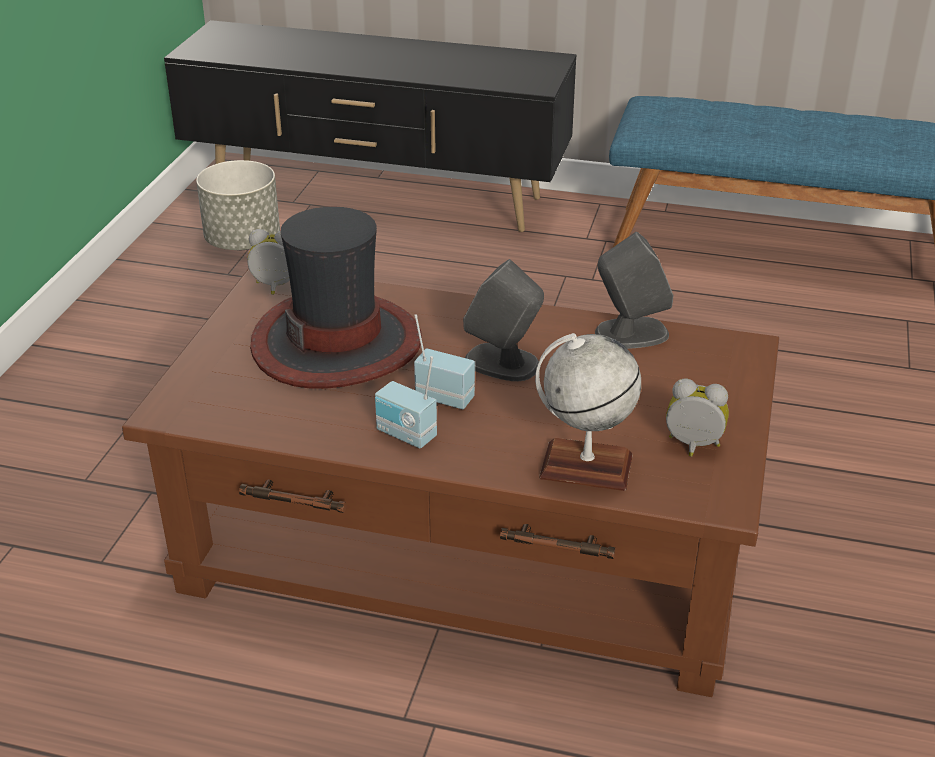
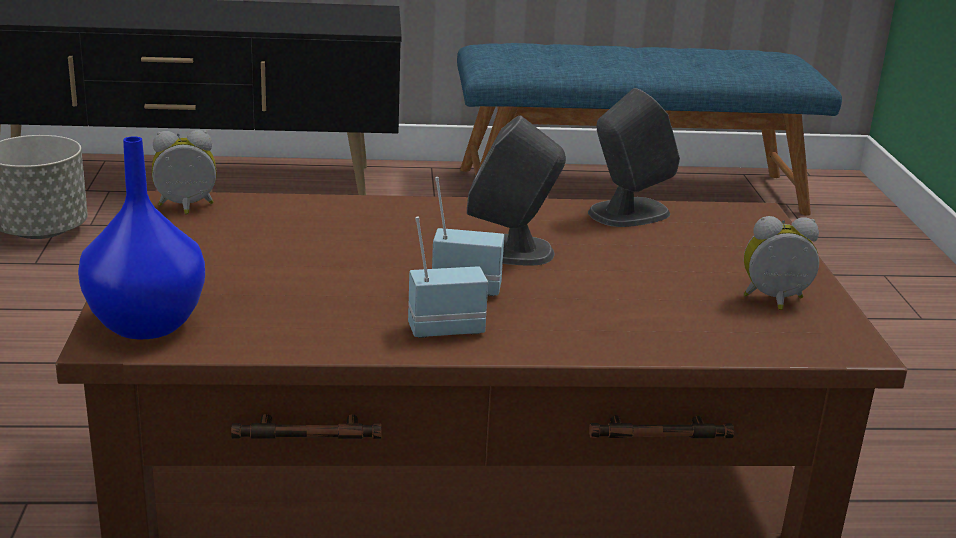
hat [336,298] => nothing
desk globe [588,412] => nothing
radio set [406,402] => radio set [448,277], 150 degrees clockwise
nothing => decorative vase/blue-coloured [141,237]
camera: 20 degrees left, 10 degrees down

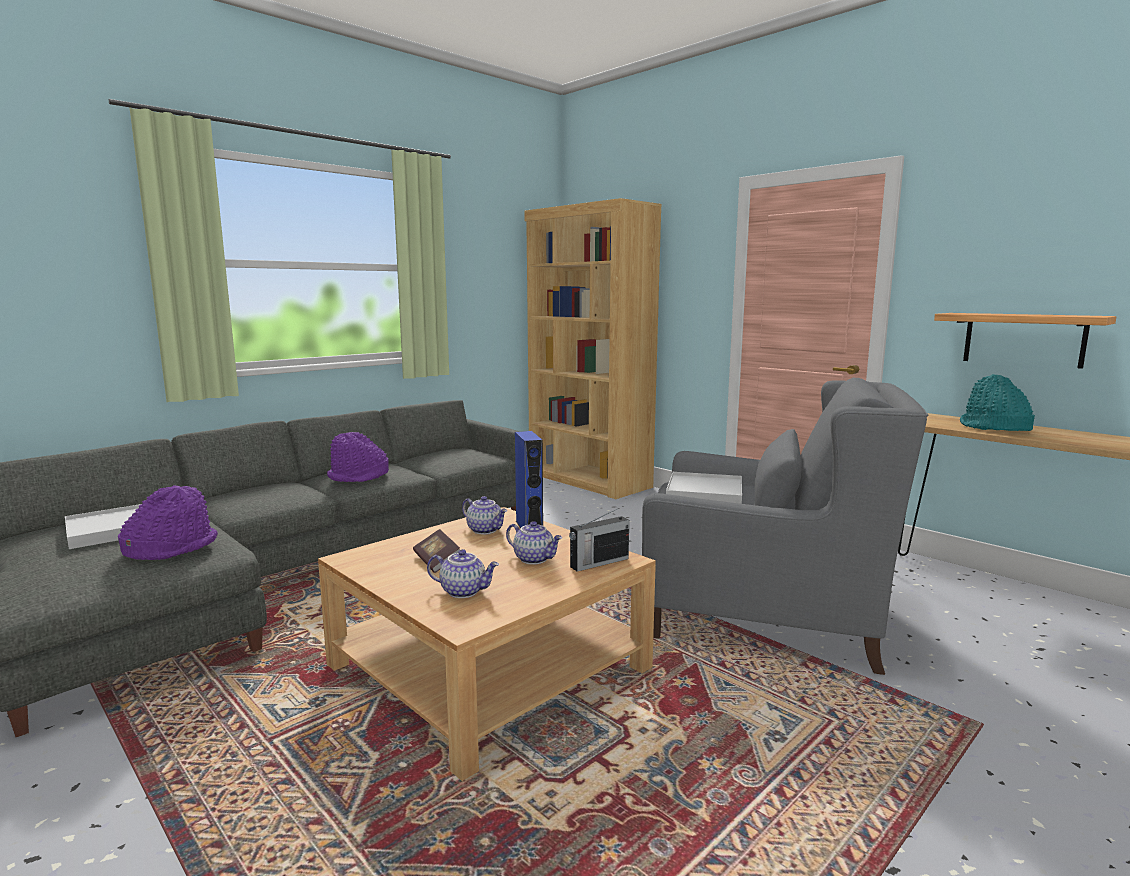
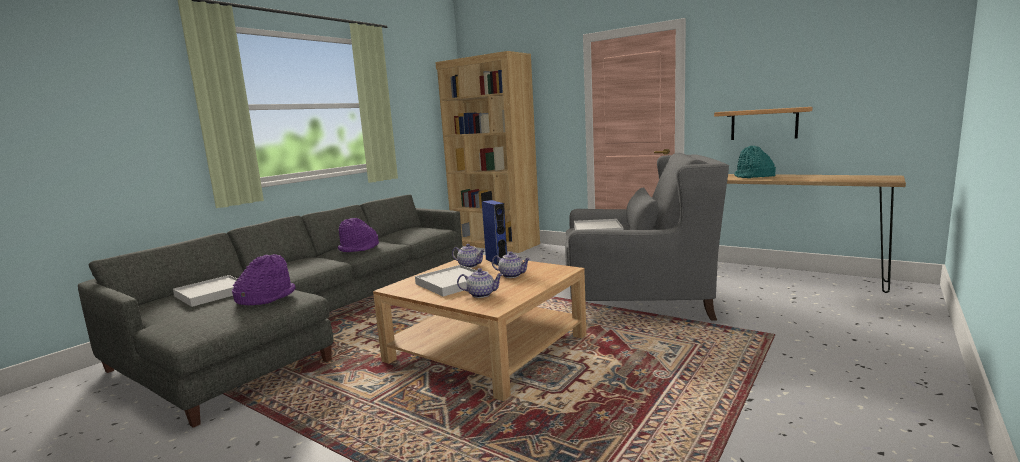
radio set [599,540] => nothing
book [436,551] => carrying tray/whitish [446,281]
camera: 10 degrees left, 0 degrees up

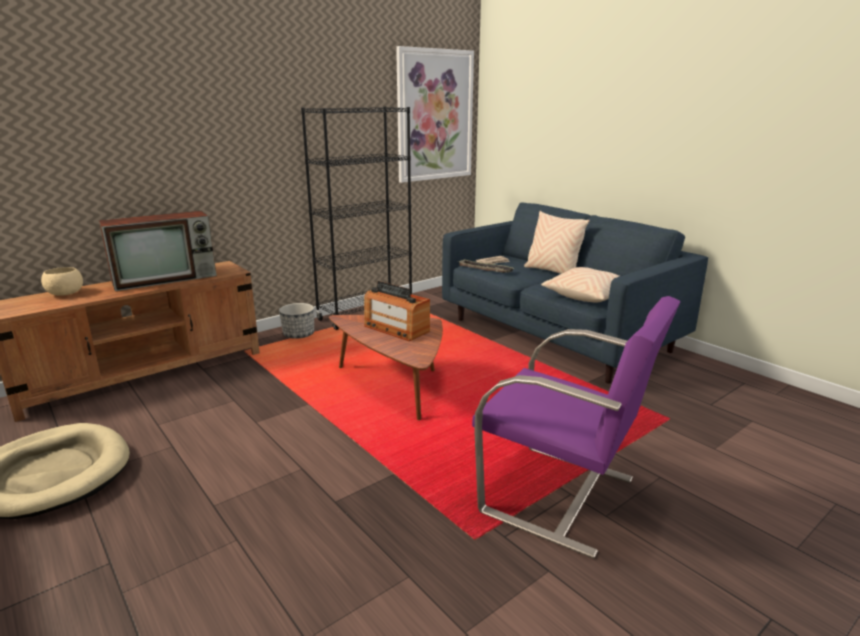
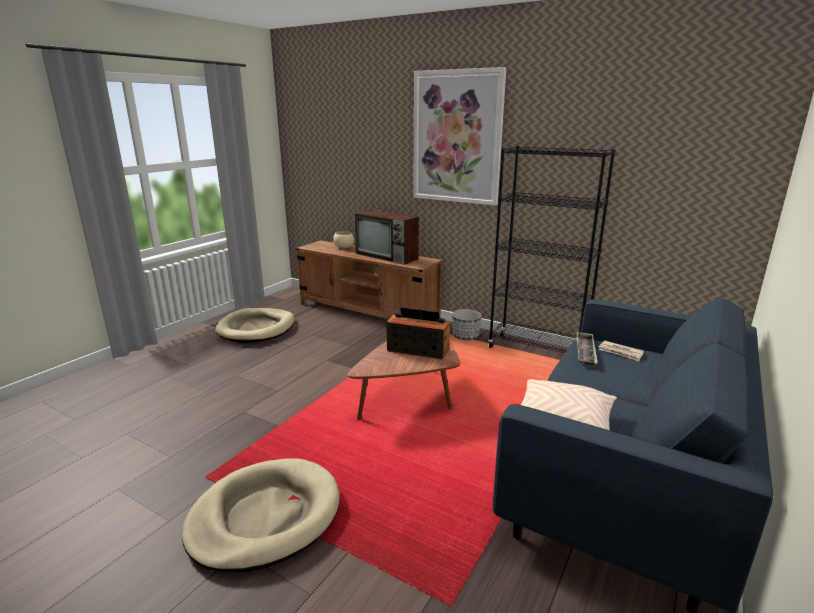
wall picture [435,114] => wall picture [459,136], moved
pillow/beige-coloured [557,242] => nothing
radio set [397,311] => radio set [418,334], 90 degrees clockwise
lounge chair/purple-coloured [576,427] => pet bed/beige-coloured [261,515]
camera: 70 degrees right, 0 degrees up

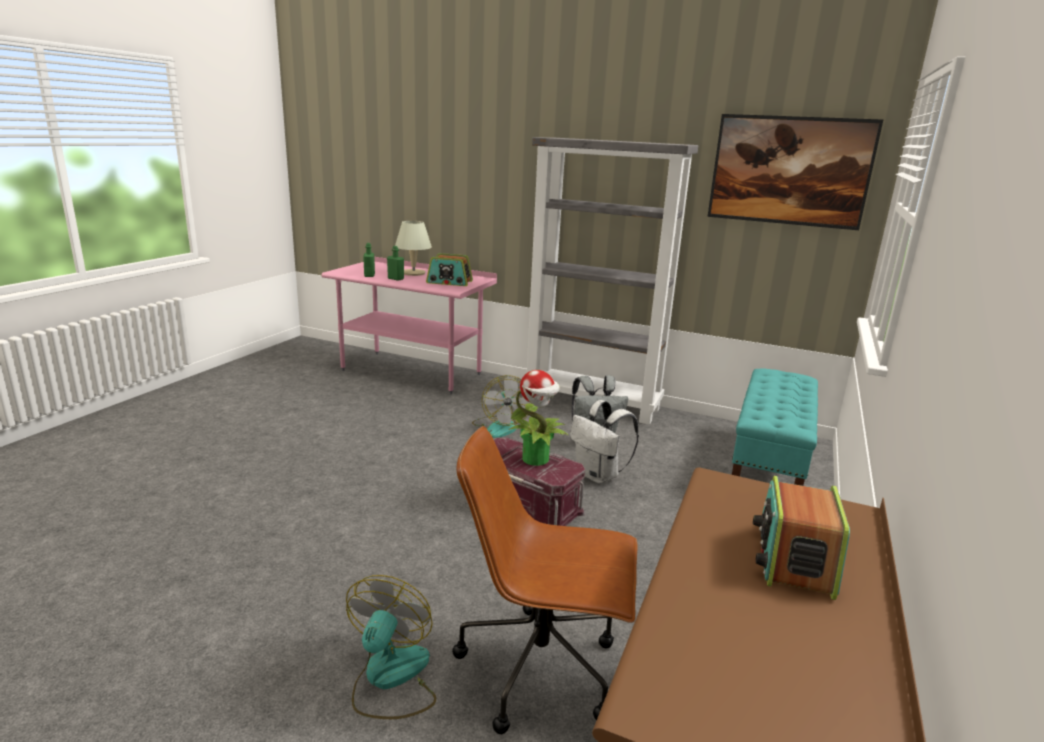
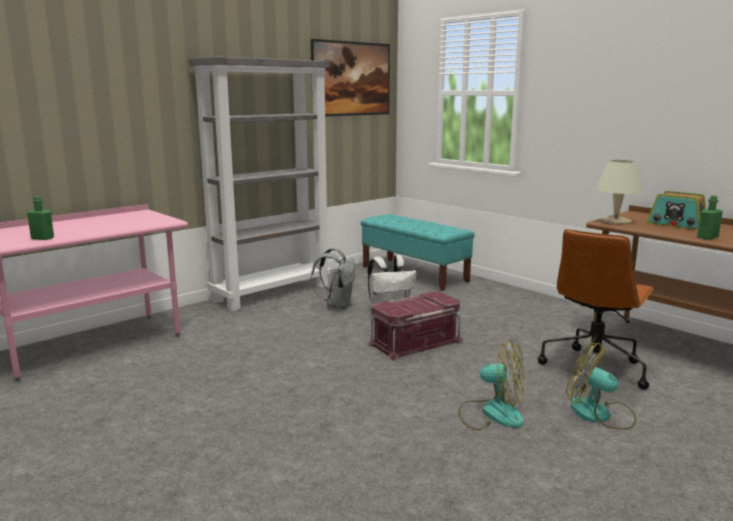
lamp for a table/beige-coloured [413,248] => lamp for a table/beige-coloured [619,192], moved
beverage bottle/greenish [395,263] => beverage bottle/greenish [710,218], moved
radio set [449,269] => nothing
plant in a pot [538,418] => nothing
cooling fan [501,406] => cooling fan [491,385], moved
camera: 65 degrees left, 5 degrees down

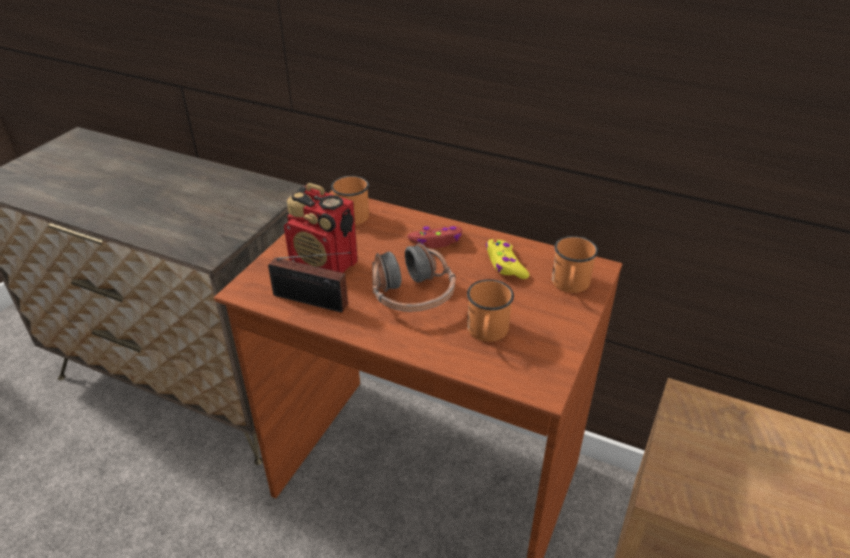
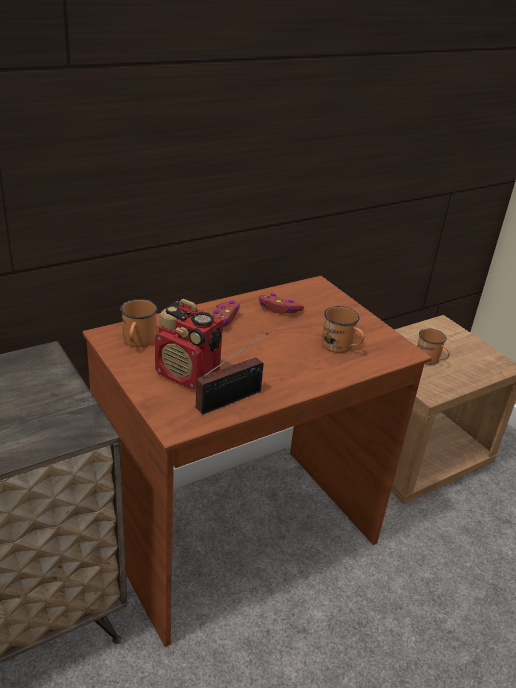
radio set [321,228] => radio set [189,344], 60 degrees clockwise
coffee mug/orange [575,264] => coffee mug/orange [433,346], moved
gamepad/yellow [507,259] => gamepad/red-coloured [281,303]
headset [414,277] => nothing
camera: 60 degrees left, 5 degrees down

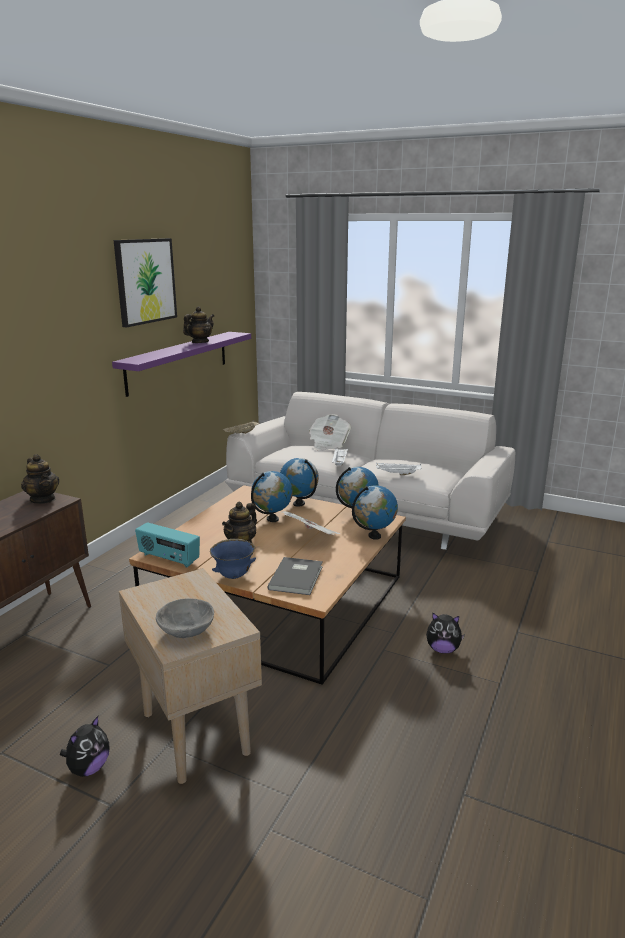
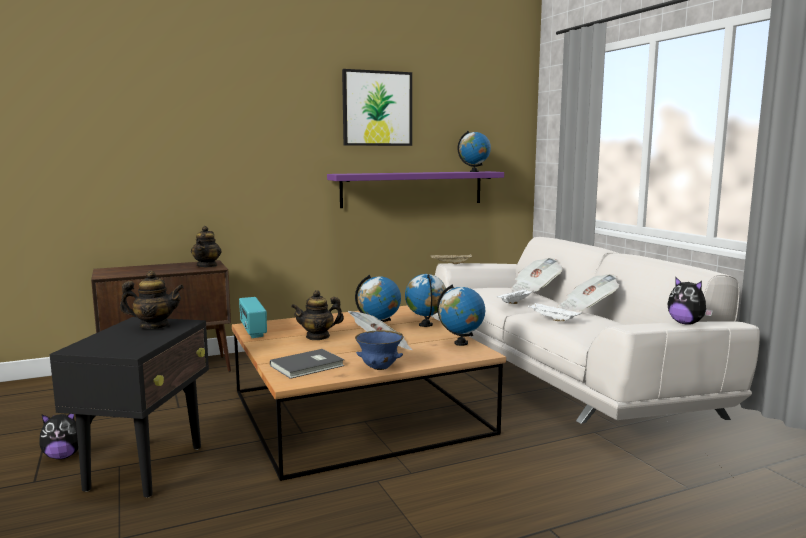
tea pot [198,324] => tea pot [152,300], moved
desk globe [375,512] => desk globe [474,151], moved
serving bowl/blue-coloured [233,559] => serving bowl/blue-coloured [379,350], moved
end table/beige-coloured [190,676] => end table/black-coloured [129,407]
serving bowl/grey [185,618] => nothing
plush toy [445,633] => plush toy [690,300], moved
nothing => newspaper [588,292]
camera: 40 degrees right, 10 degrees down

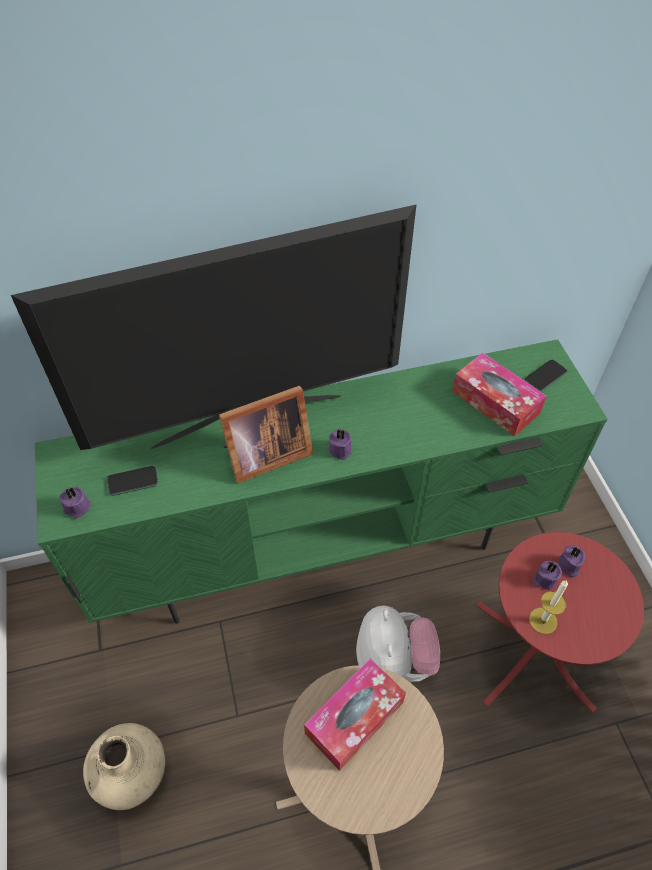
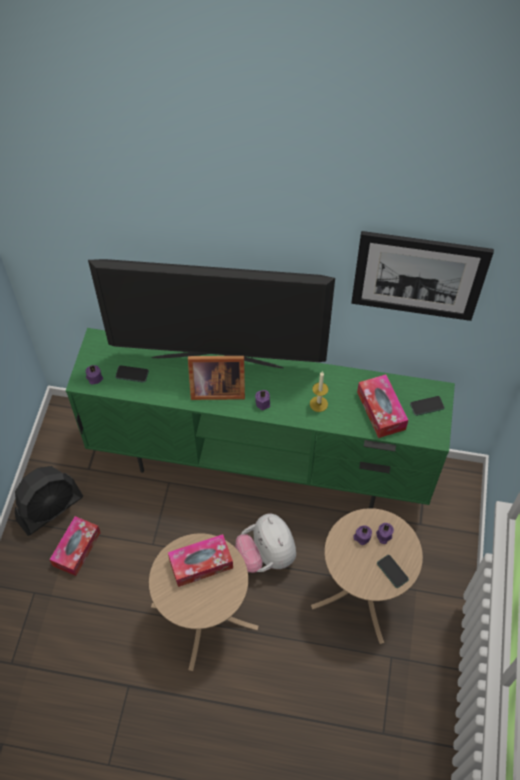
end table/red-coloured [560,622] => end table/beige-coloured [367,576]
wax candle [548,607] => wax candle [319,392], moved
plush toy [398,644] => plush toy [265,543], 135 degrees clockwise
decorative vase/beige-coloured [124,766] => tissue box [75,546]
nothing => wall picture [422,276]
nothing => cooling fan/black-coloured [49,501]
nothing => phone [393,571]
camera: 25 degrees right, 5 degrees up

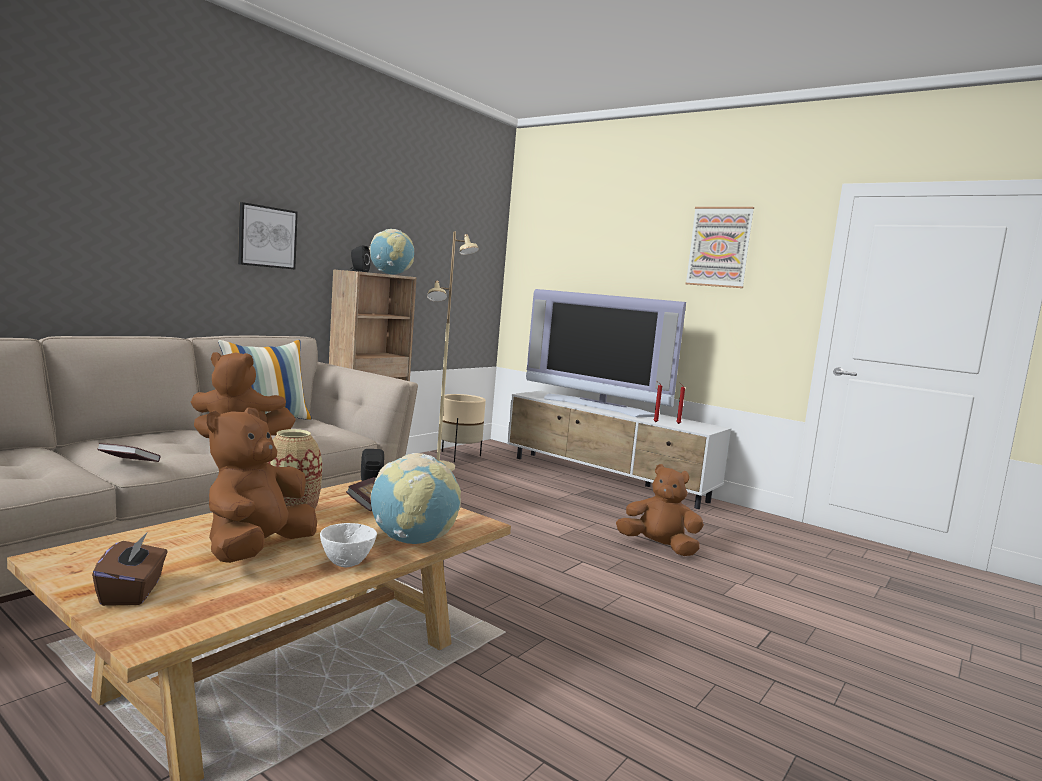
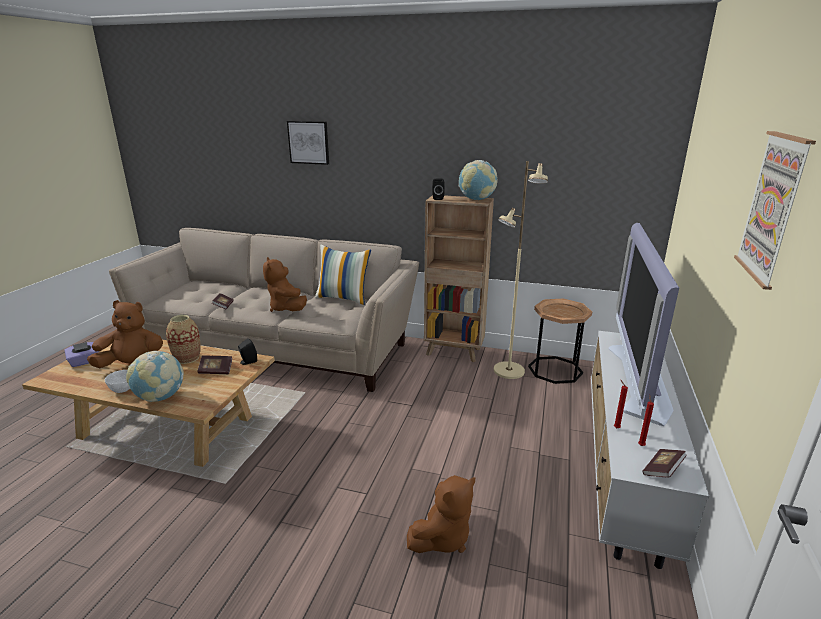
wall picture [268,235] => wall picture [308,143], moved
flower pot/beige-coloured [463,428] => end table/brown [560,341]
plush toy/brown [660,510] => plush toy/brown [441,514], 45 degrees clockwise
tissue box/brown [129,569] => tissue box/purple-coloured [81,354]
nothing => book [664,463]
camera: 70 degrees right, 15 degrees up

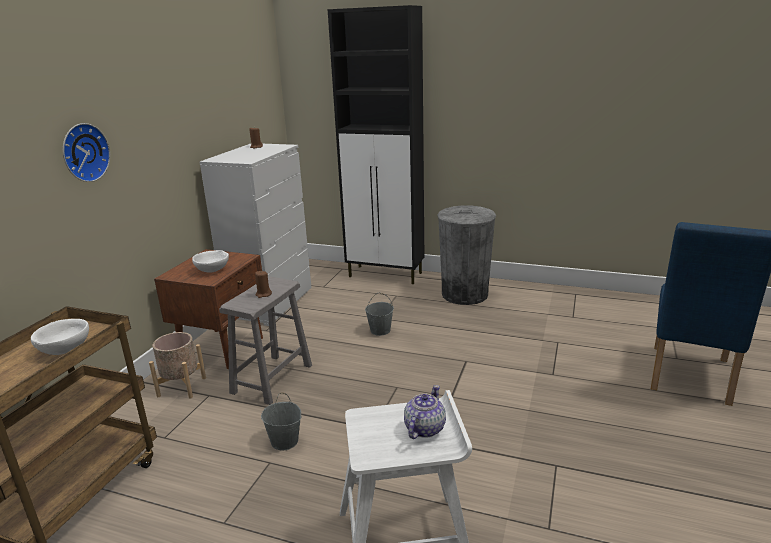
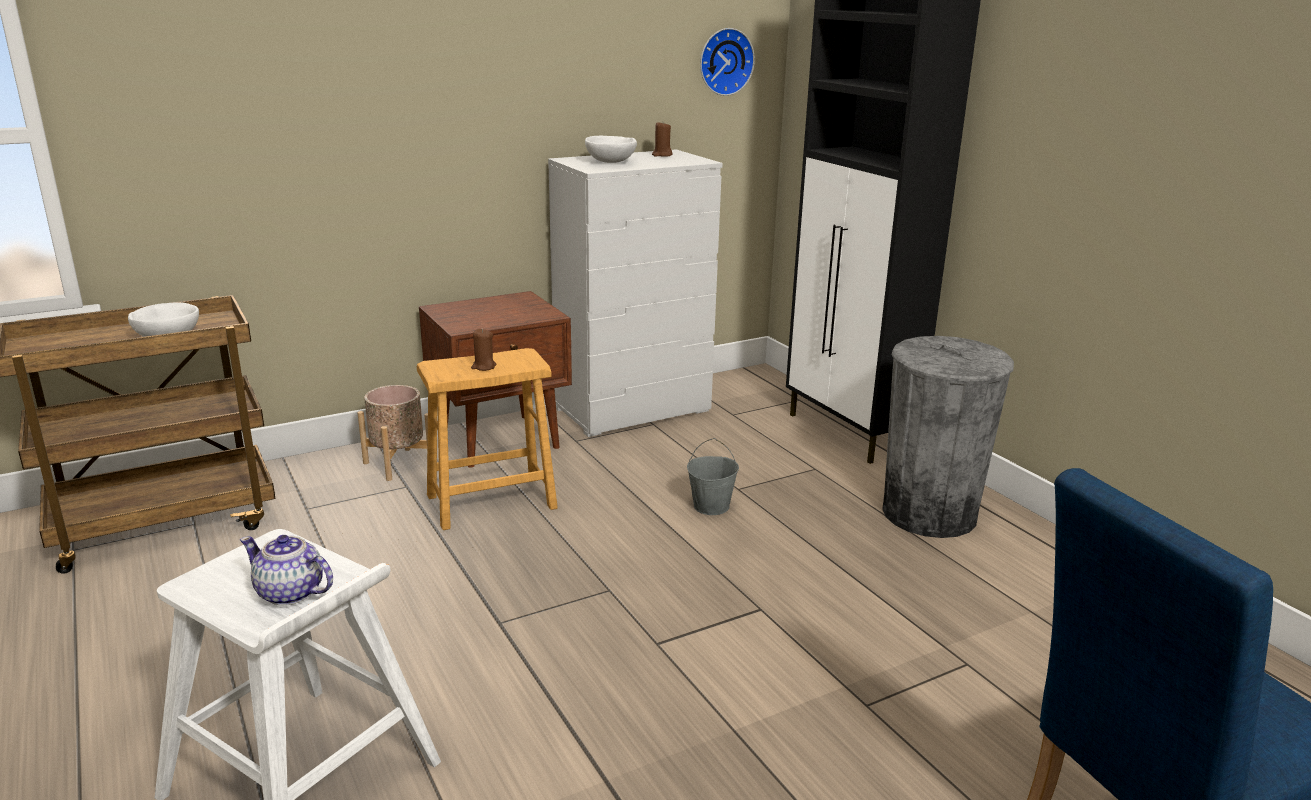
wall clock [86,152] => wall clock [727,62], moved
serving bowl/whitish [210,261] => serving bowl/whitish [611,149], moved
stool/grey [265,341] => stool/brown [487,439]
tea pot [425,412] => tea pot [286,570], 135 degrees counterclockwise
bucket/grey [281,421] => nothing
camera: 40 degrees right, 0 degrees up

